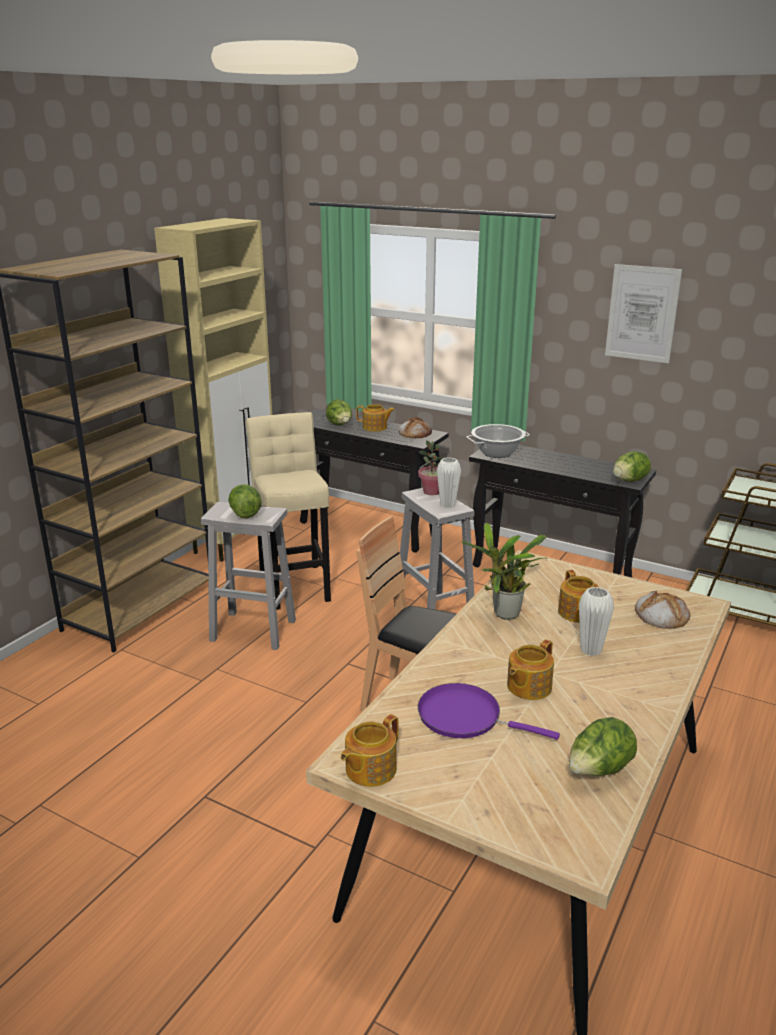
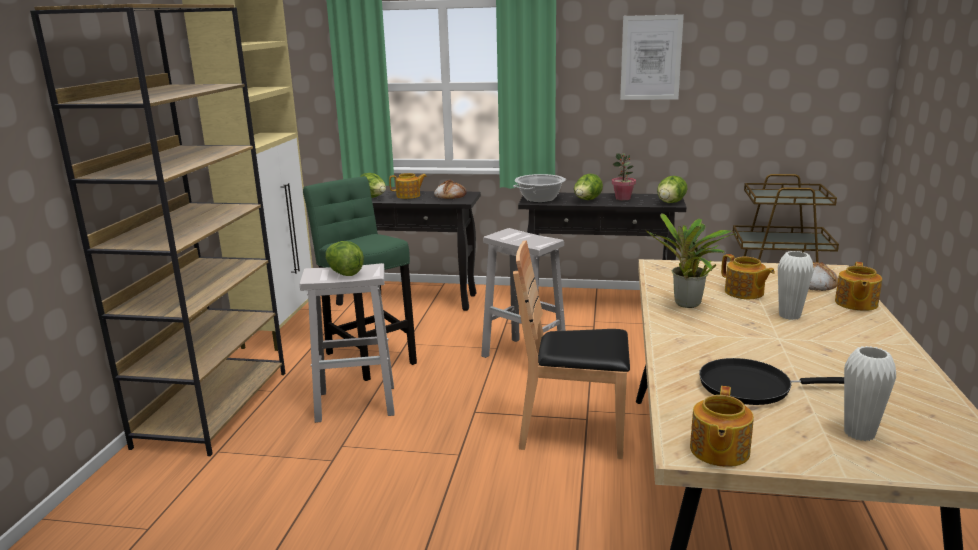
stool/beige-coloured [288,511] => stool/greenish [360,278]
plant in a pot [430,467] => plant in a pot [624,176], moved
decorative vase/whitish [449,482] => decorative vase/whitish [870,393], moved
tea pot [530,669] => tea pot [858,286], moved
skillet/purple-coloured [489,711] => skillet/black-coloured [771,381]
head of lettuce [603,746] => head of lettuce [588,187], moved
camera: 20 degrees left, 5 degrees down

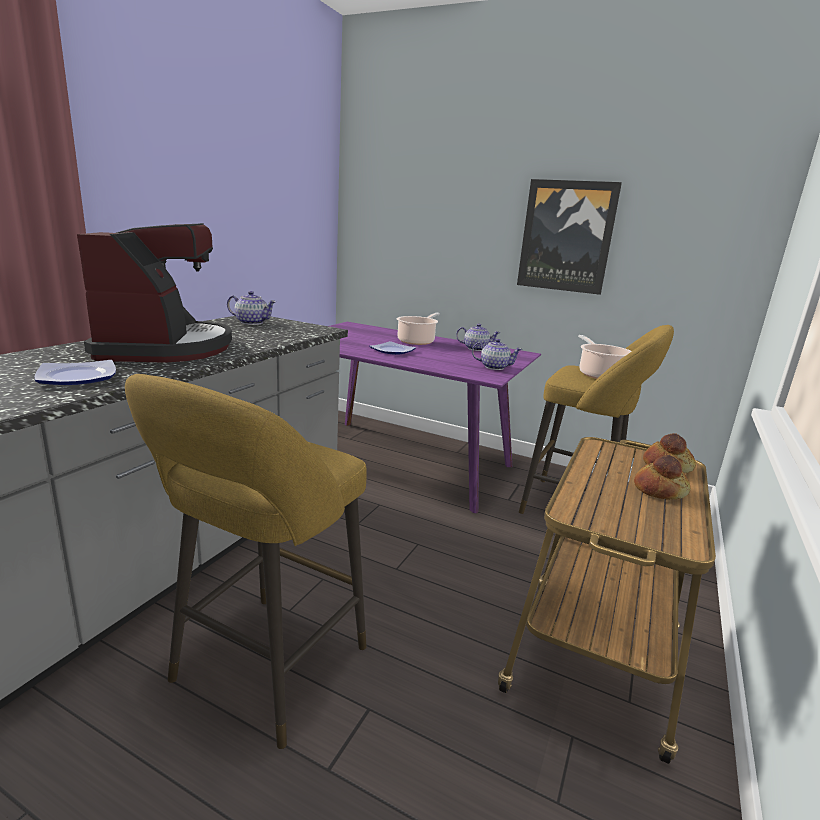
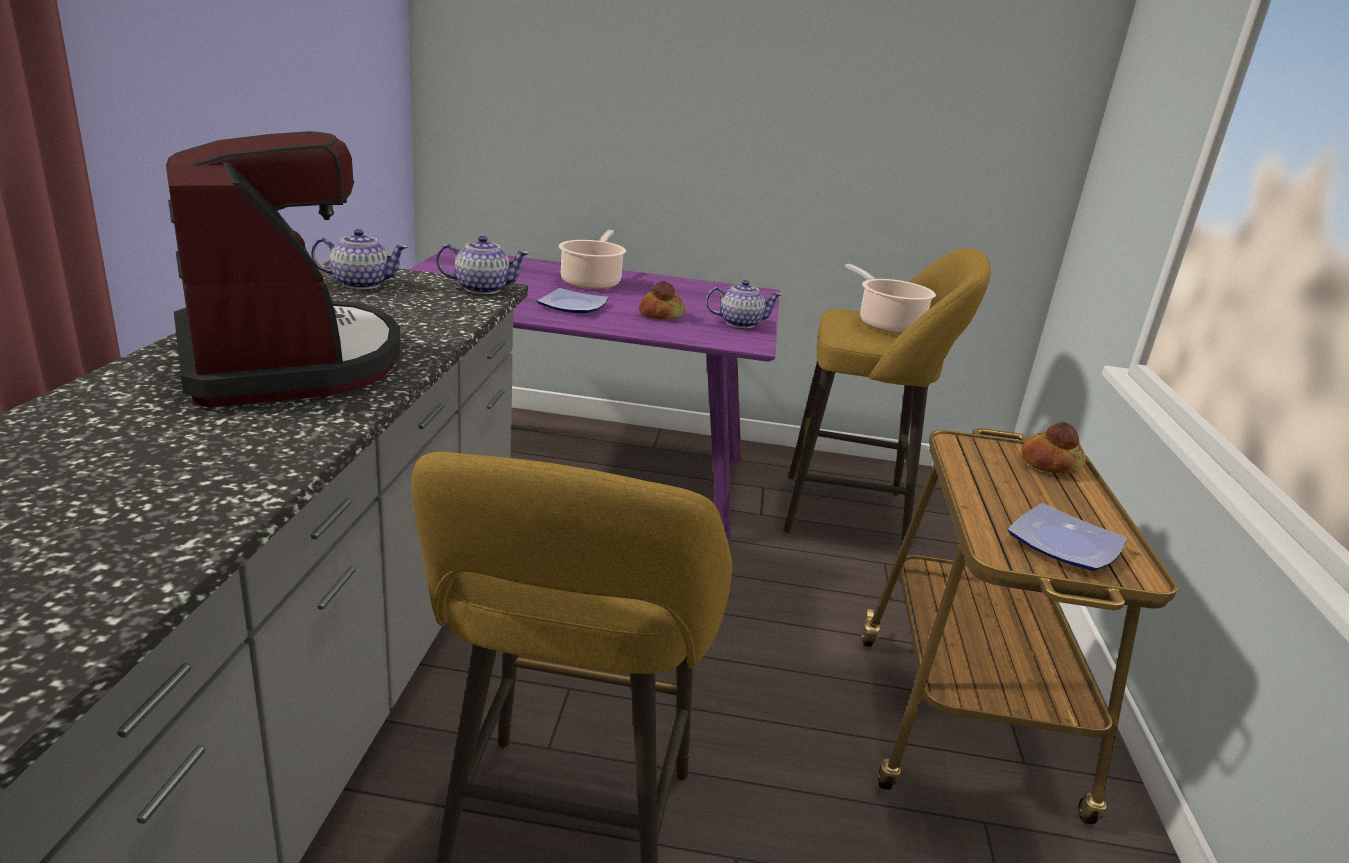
wall picture [569,237] => nothing
tea pot [478,337] => tea pot [482,265], moved
dinner plate [75,372] => dinner plate [1067,537], moved
bread [662,477] => bread [662,300], moved
camera: 20 degrees left, 5 degrees up

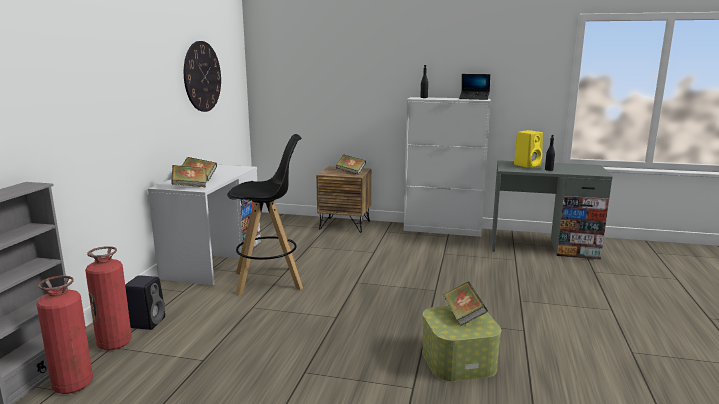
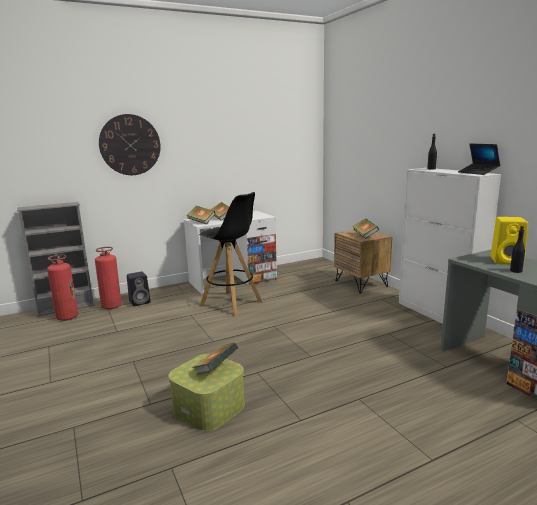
wall clock [202,76] => wall clock [130,144], moved
camera: 50 degrees right, 0 degrees up

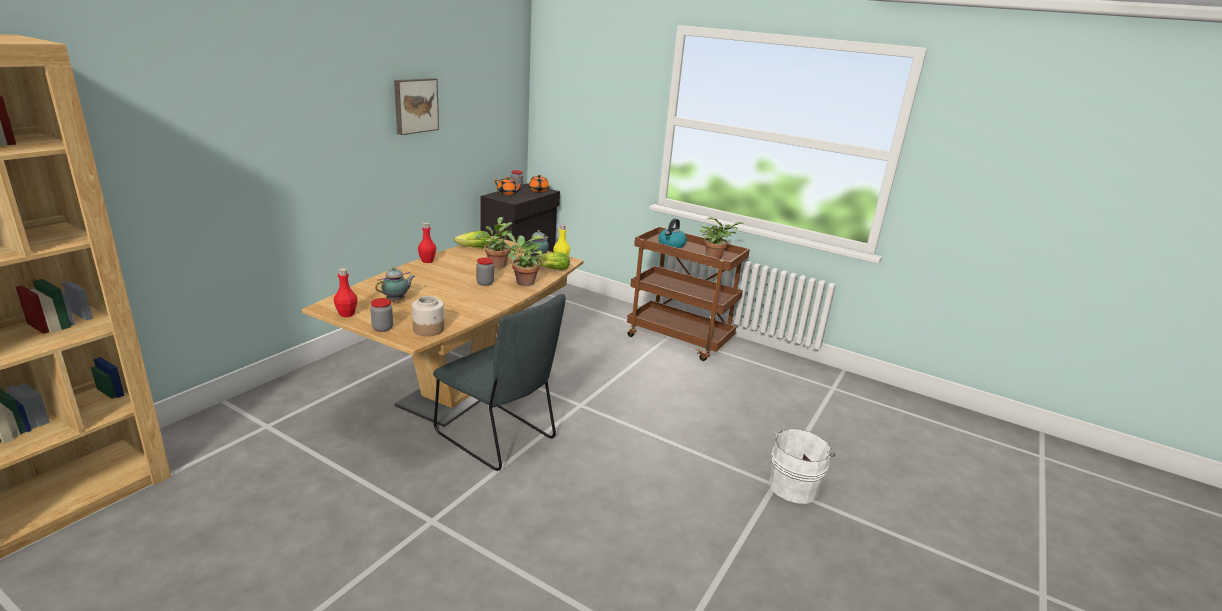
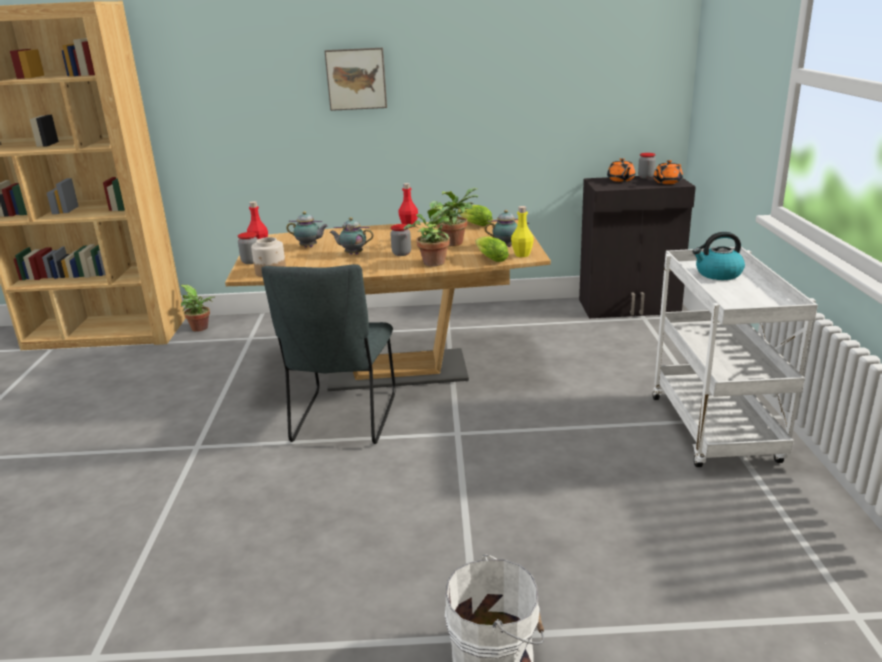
wall picture [416,106] => wall picture [356,79], moved
plant in a pot [721,238] => plant in a pot [197,308], moved
wheeled cart/brown [688,293] => wheeled cart/whitish [735,357]
nothing => tea pot [351,236]
camera: 60 degrees right, 0 degrees up

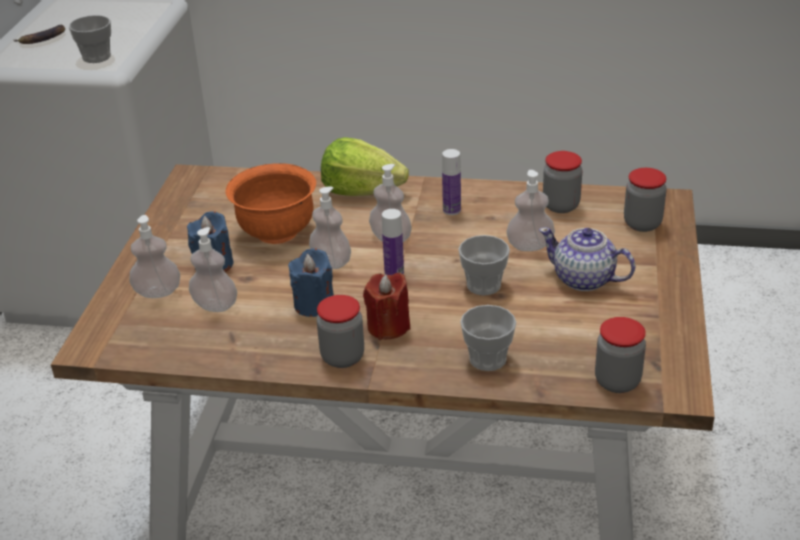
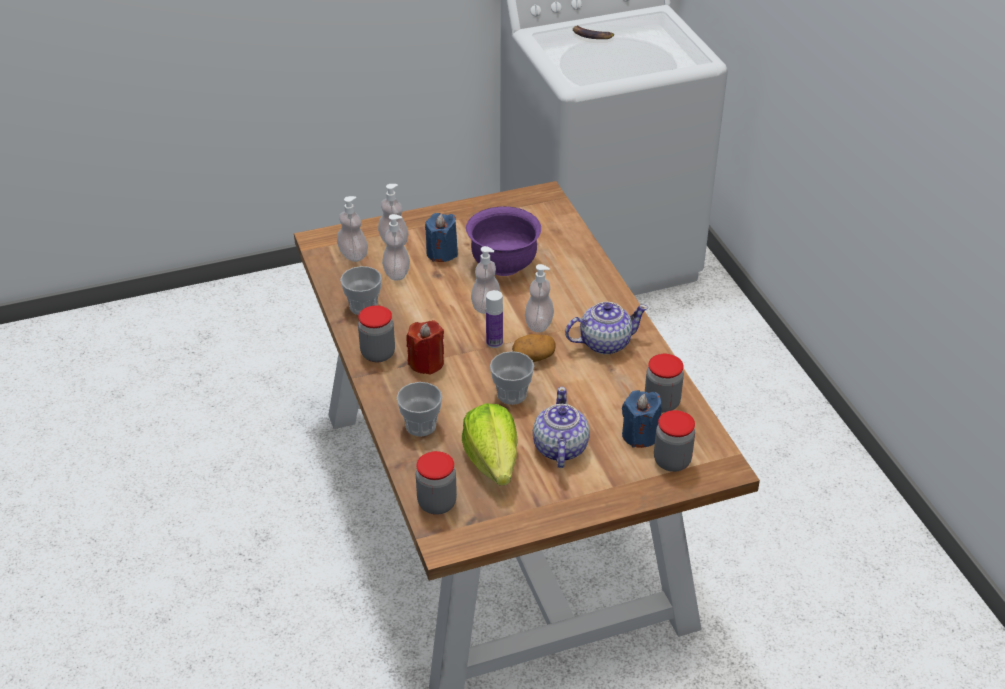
cup [90,39] => cup [361,290], moved
head of lettuce [365,166] => head of lettuce [490,444], moved
beverage bottle [451,182] => tea pot [606,328]
serving bowl/orange [271,203] => serving bowl/purple-coloured [503,241]
soap bottle [530,210] => soap bottle [352,229], moved
wax candle/blue-coloured [311,282] => wax candle/blue-coloured [642,419], moved
nothing => whole potato [534,348]
camera: 60 degrees right, 5 degrees up

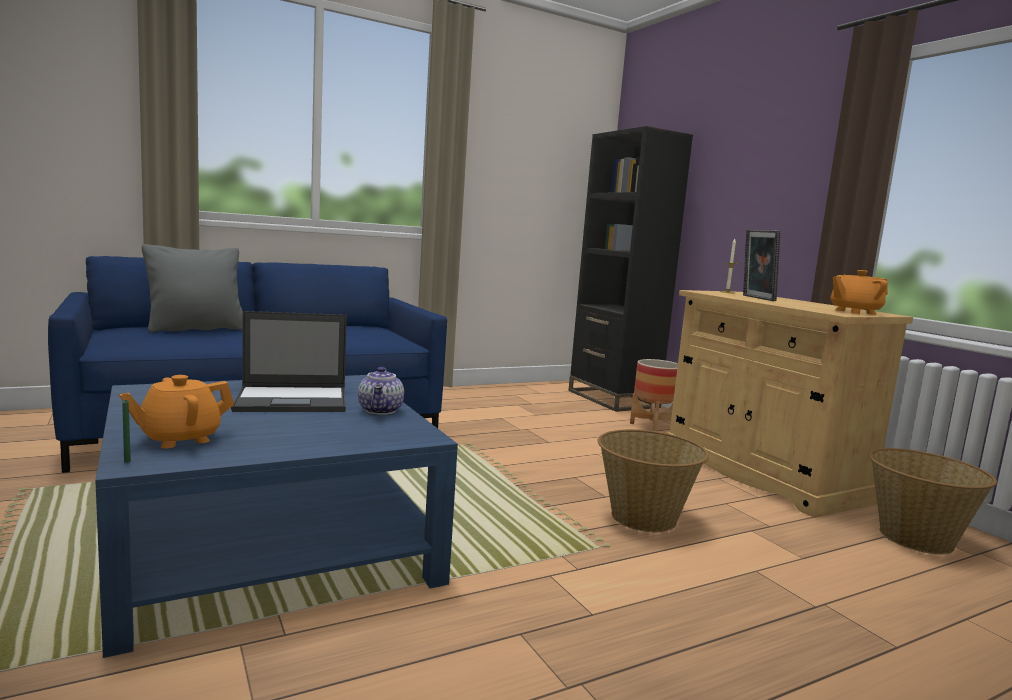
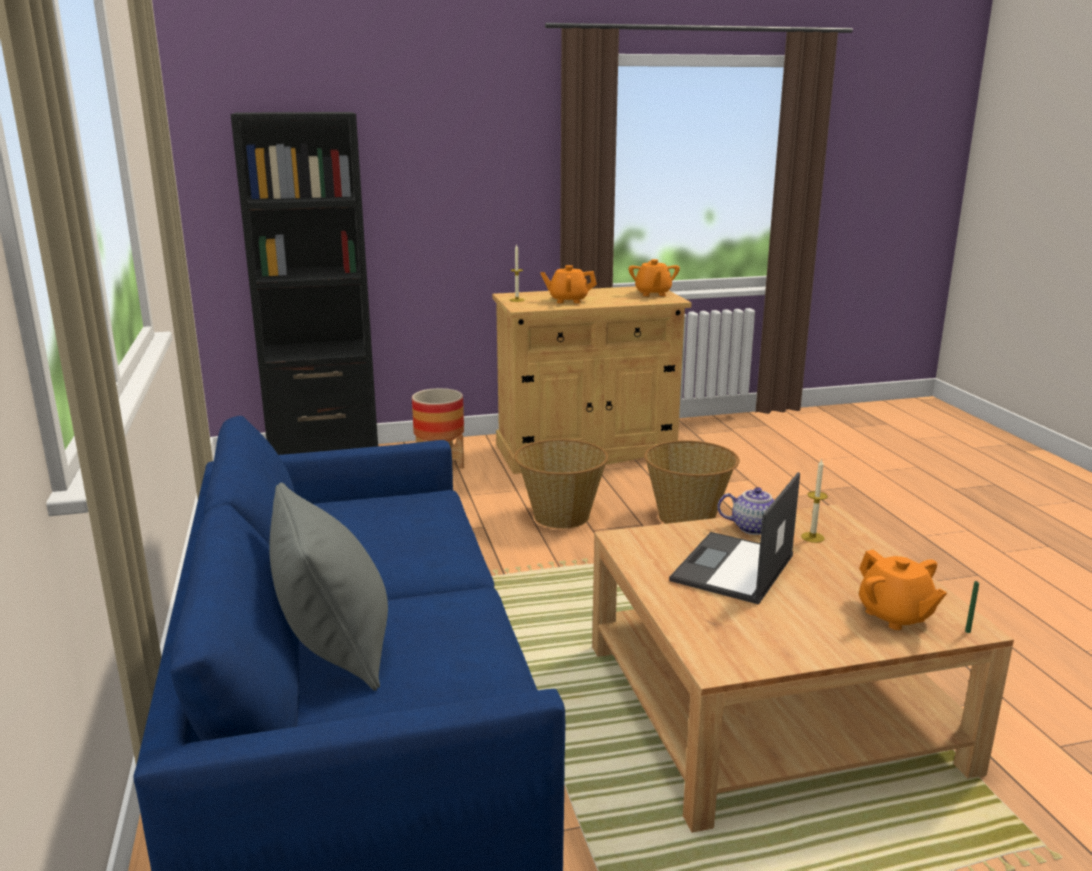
standing frame [762,265] => tea pot/orange [568,284]
laptop [289,361] => laptop [734,538], 150 degrees counterclockwise
lounge table/blue-coloured [276,516] => lounge table/beige-coloured [803,668]
storage basket [932,501] => storage basket [561,484], moved
nothing => wax candle [814,500]
camera: 75 degrees left, 10 degrees up

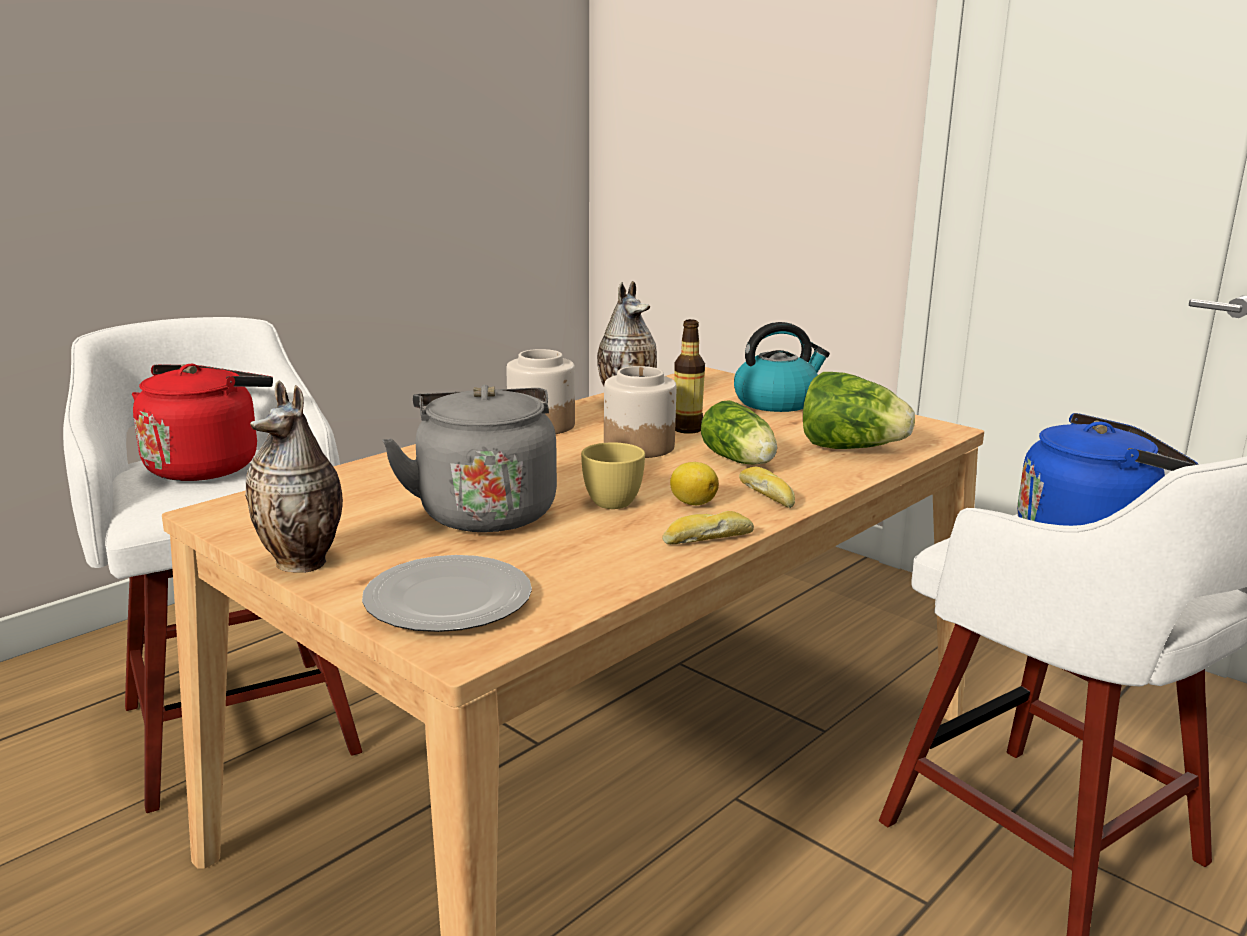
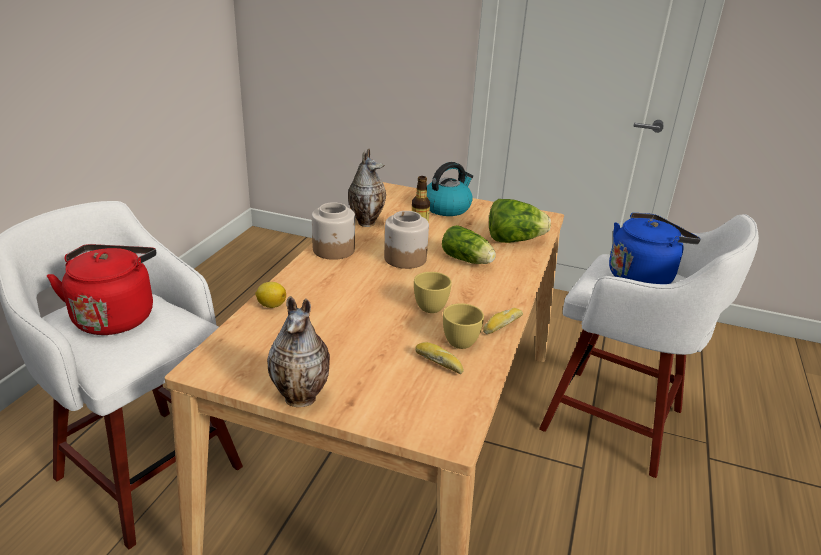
kettle/grey [469,458] => nothing
whole lemon [694,483] => whole lemon [270,295], moved
bread [767,487] => bread [440,358], moved
dinner plate [447,593] => nothing
nothing => cup/yellow [463,326]
camera: 25 degrees left, 10 degrees up

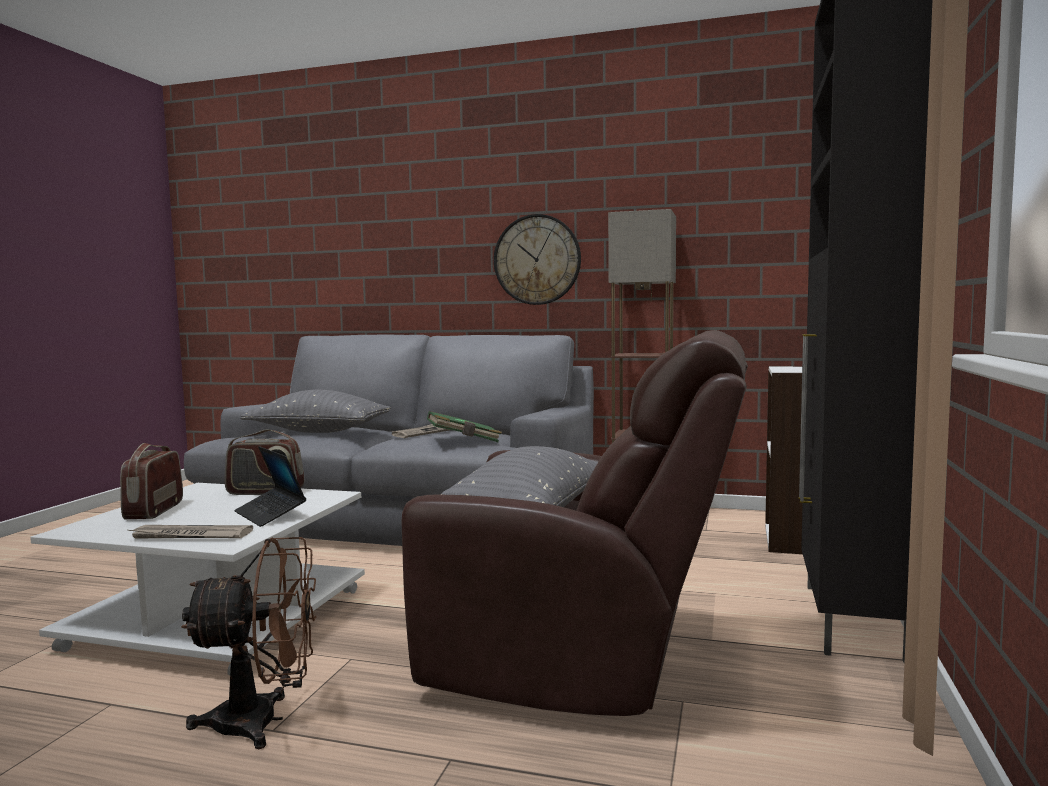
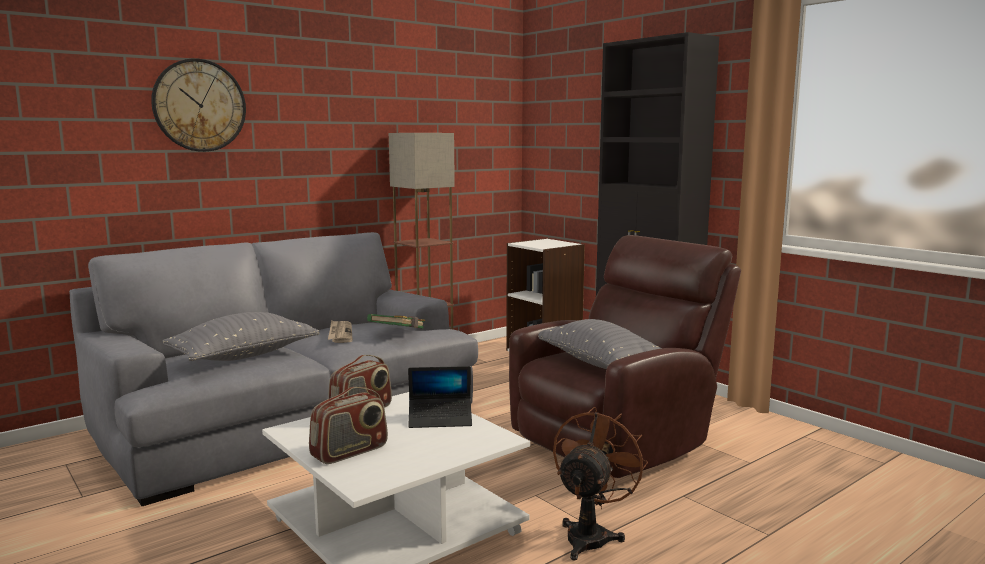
wall clock [537,259] => wall clock [198,105], moved
radio set [151,481] => radio set [348,425], 75 degrees counterclockwise
newspaper [190,531] => nothing
camera: 55 degrees left, 5 degrees up

